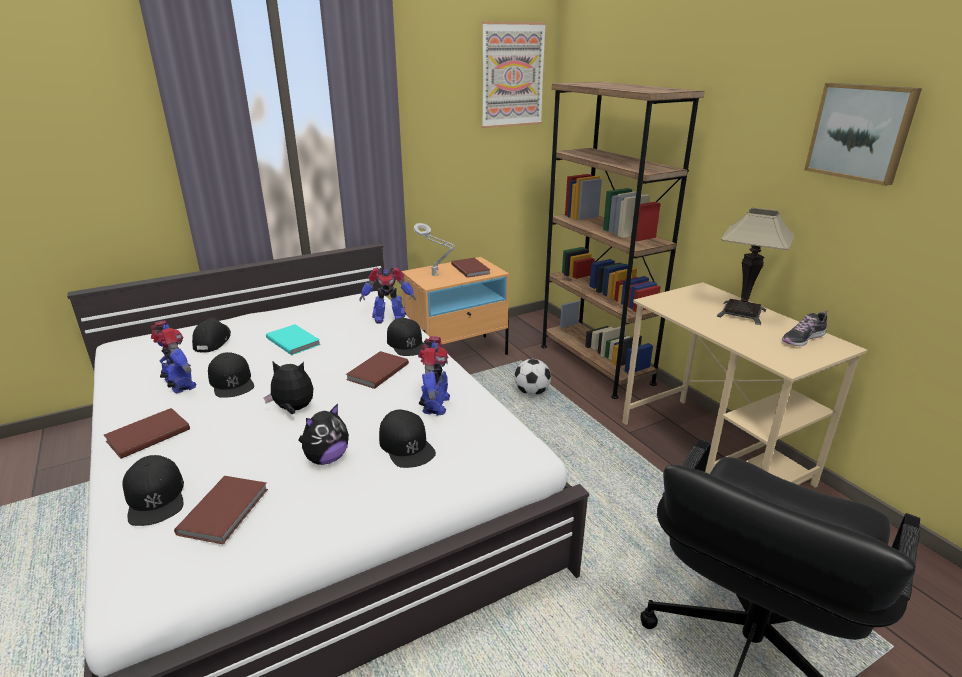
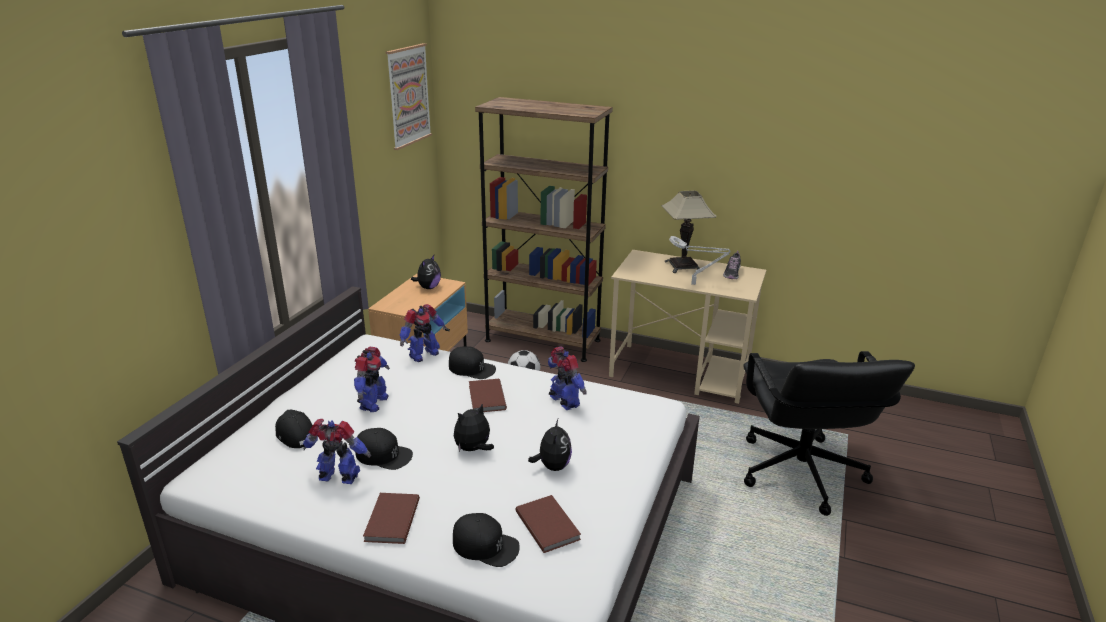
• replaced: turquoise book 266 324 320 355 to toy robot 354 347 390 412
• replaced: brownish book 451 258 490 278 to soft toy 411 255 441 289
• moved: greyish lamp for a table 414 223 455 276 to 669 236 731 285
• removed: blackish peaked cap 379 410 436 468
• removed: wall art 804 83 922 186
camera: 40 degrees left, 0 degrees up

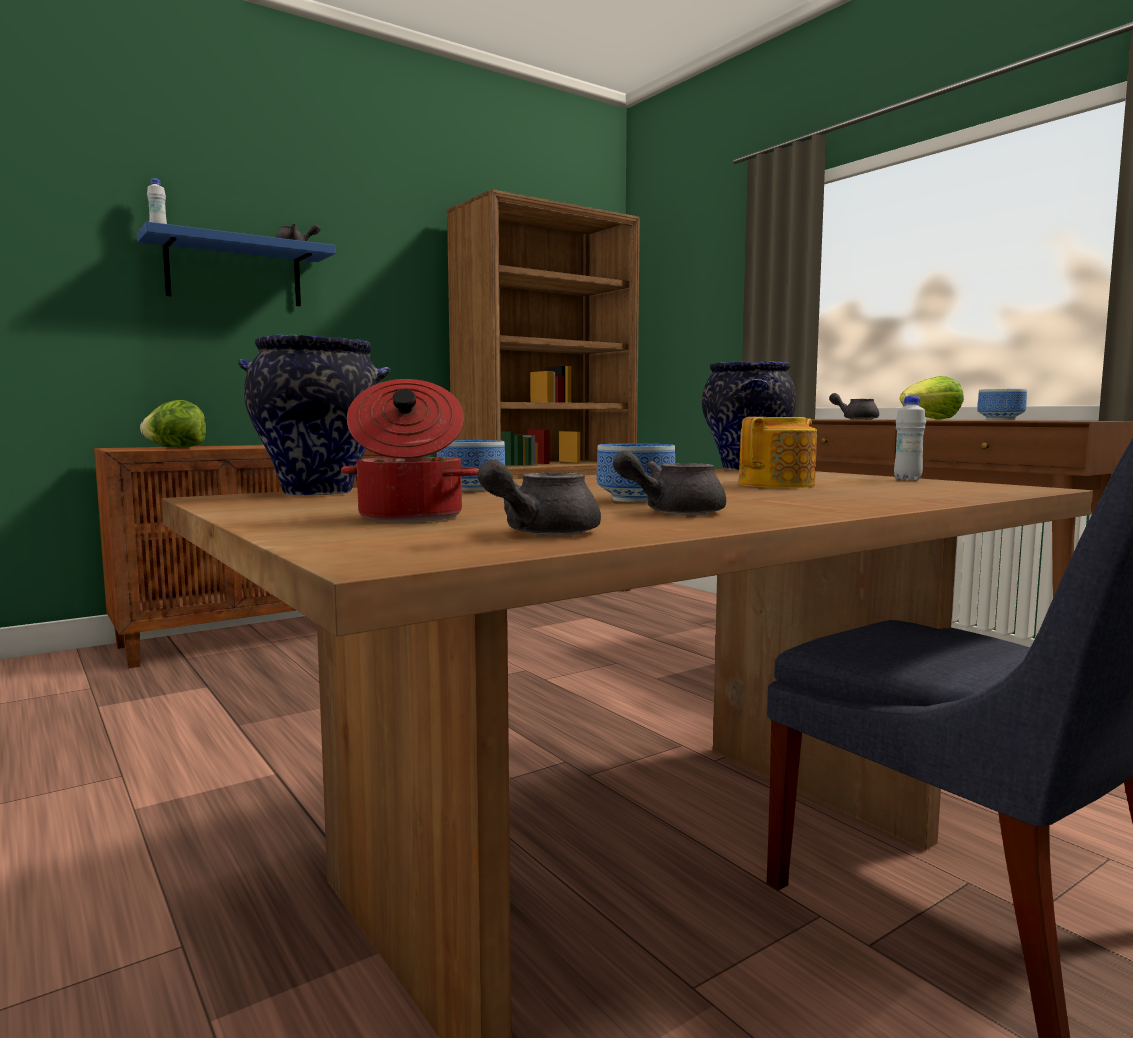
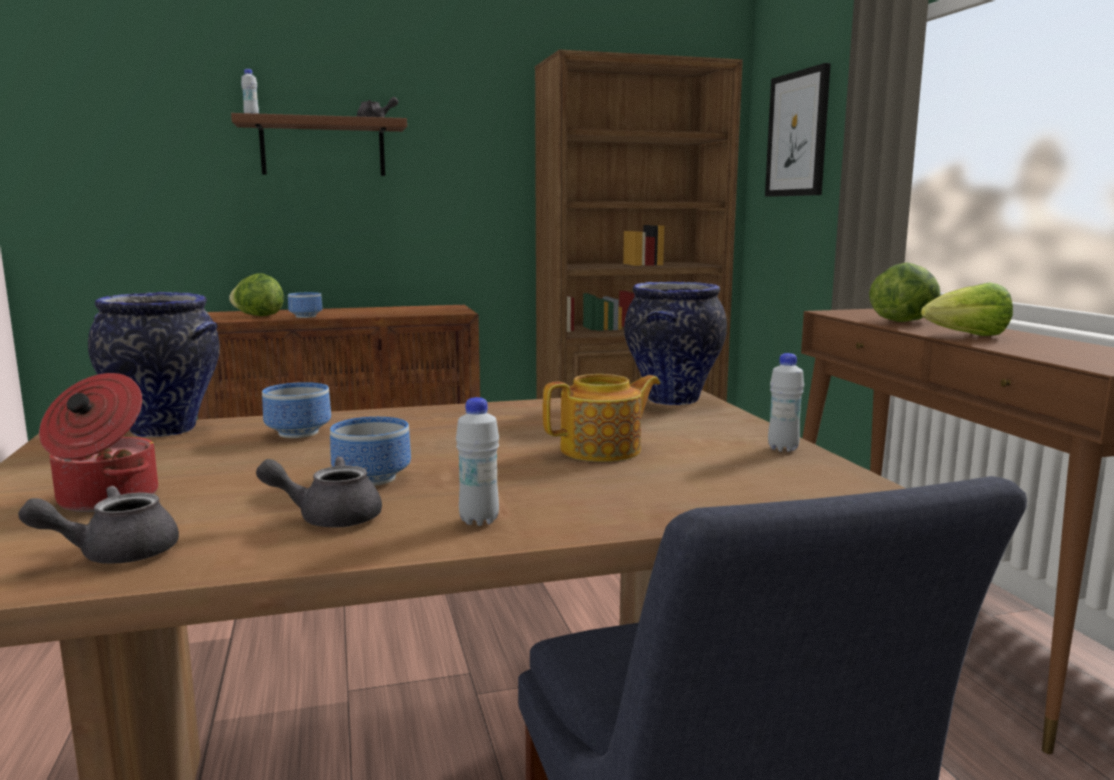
• recoloured: blue wall shelf 137 222 336 306 to brownish wall shelf 231 113 407 176
• moved: deep dish 977 389 1027 420 to 288 292 322 318
• added: whitish beverage bottle 456 397 499 526
• added: wall art 765 63 831 197
• replaced: greyish teapot 829 393 879 420 to lettuce 869 262 941 322
camera: 20 degrees right, 5 degrees up

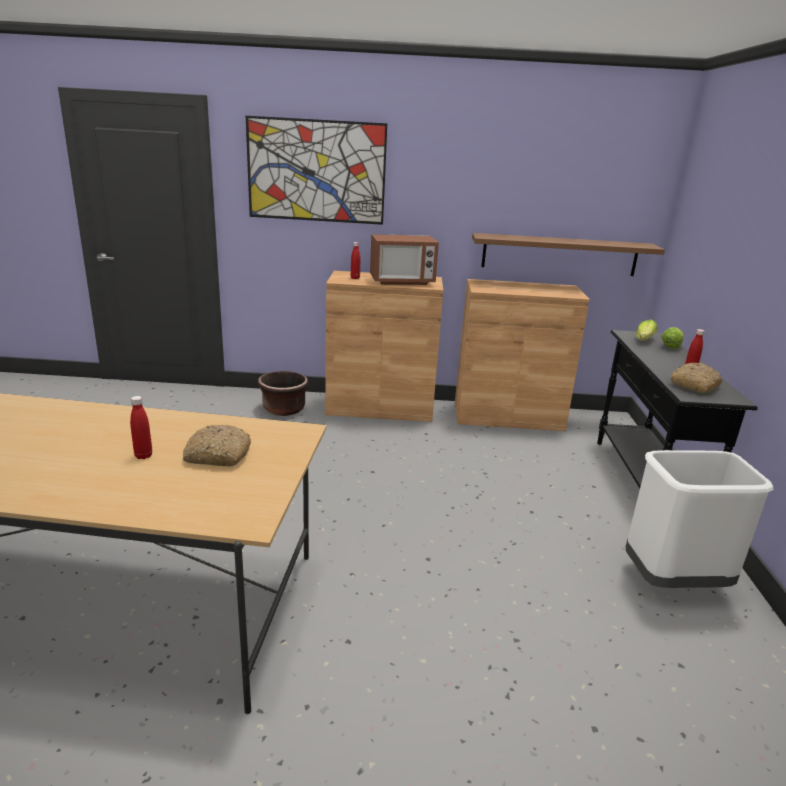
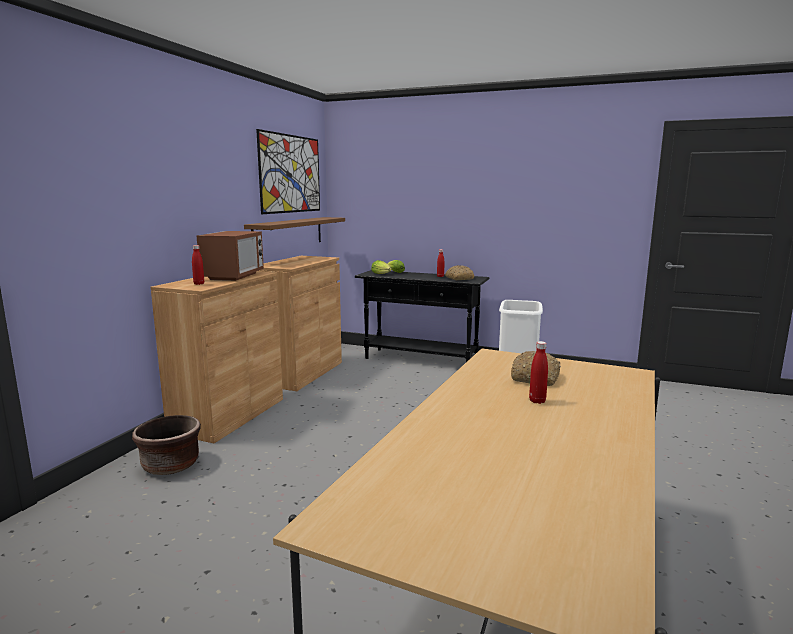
• moved: wall art 246 116 387 225 to 256 129 320 214
camera: 70 degrees left, 10 degrees down

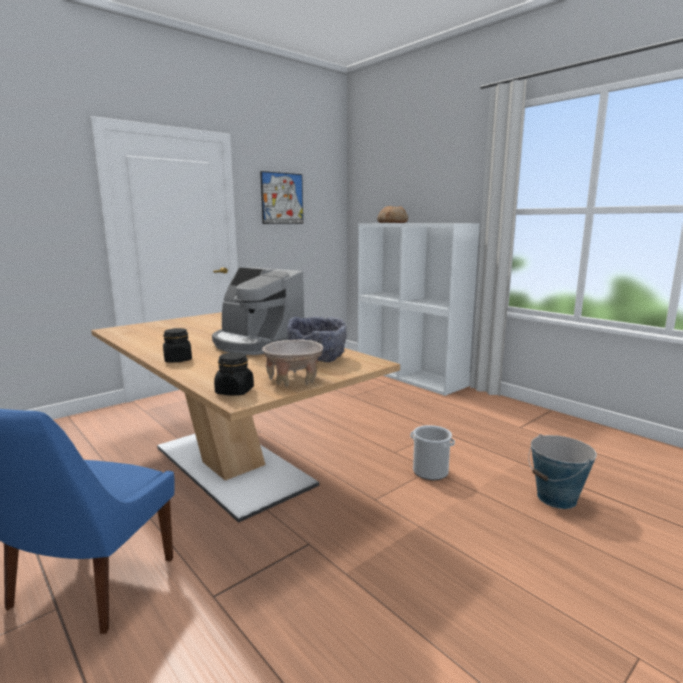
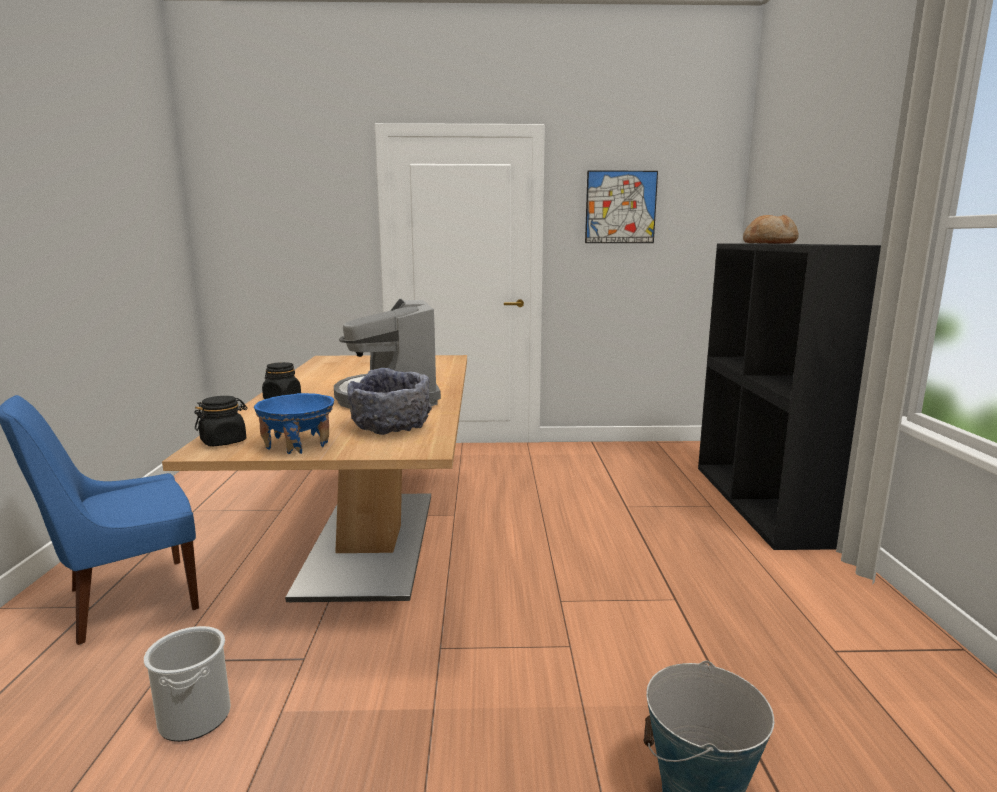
• moved: pail 410 425 455 480 to 144 626 231 742
• recoloured: beige-coloured deep dish 262 339 323 387 to blue deep dish 254 393 334 454
• recoloured: whitish bookshelf 358 223 480 396 to blackish bookshelf 698 244 881 550
camera: 40 degrees right, 0 degrees up

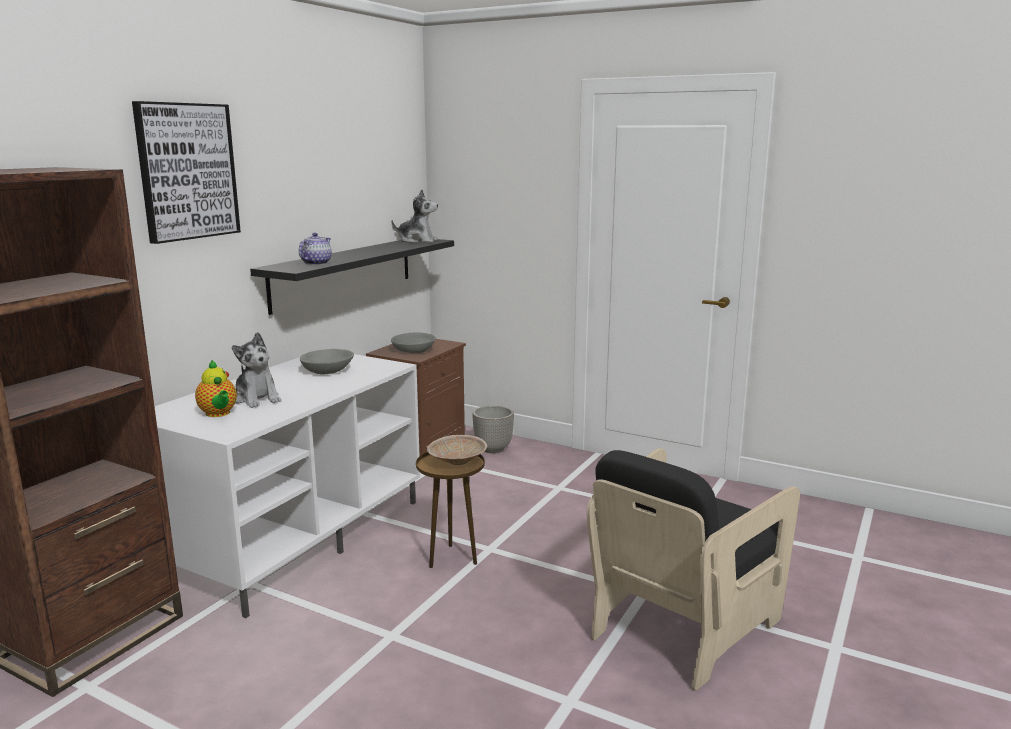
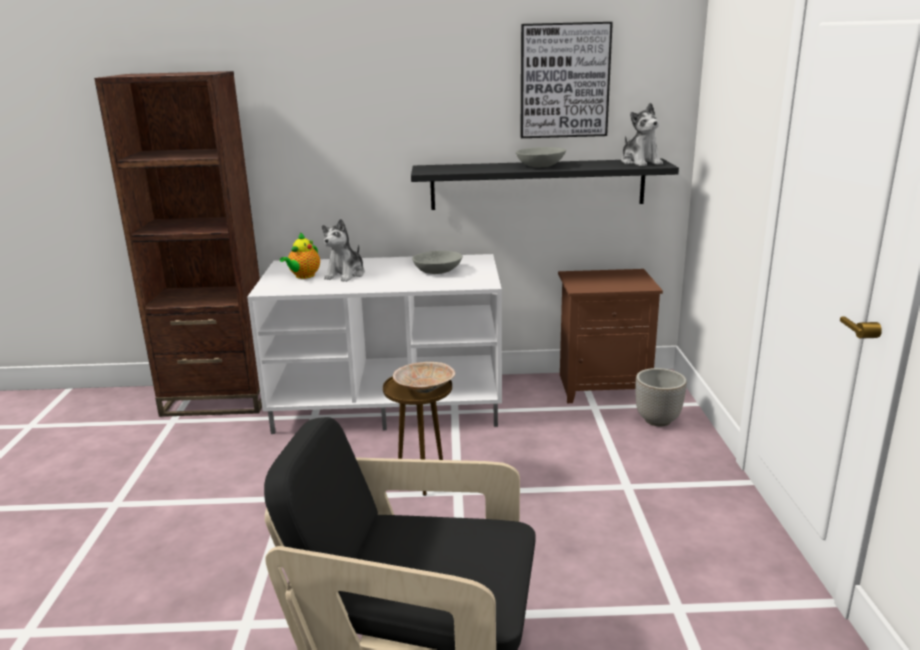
• moved: greyish deep dish 391 333 436 353 to 516 147 566 168
• moved: wall art 132 101 241 244 to 520 22 613 138
• removed: teapot 299 233 332 265
camera: 60 degrees right, 5 degrees up

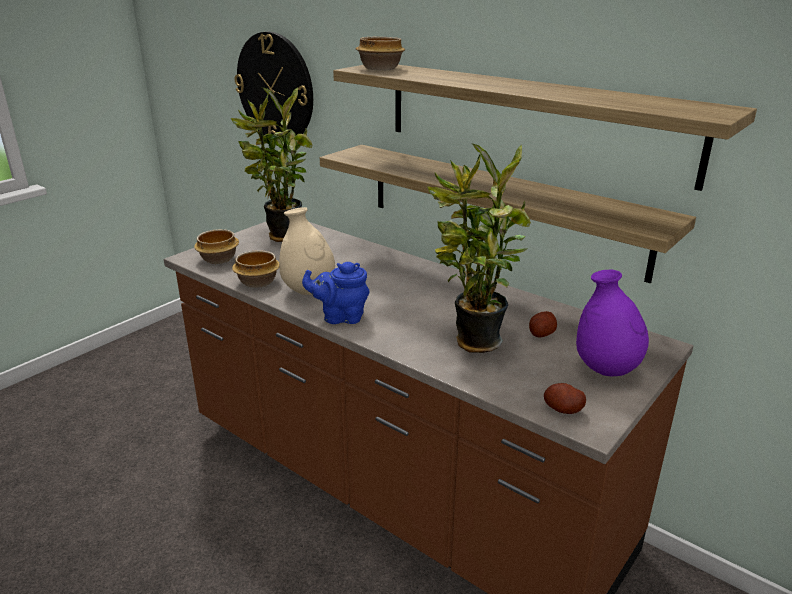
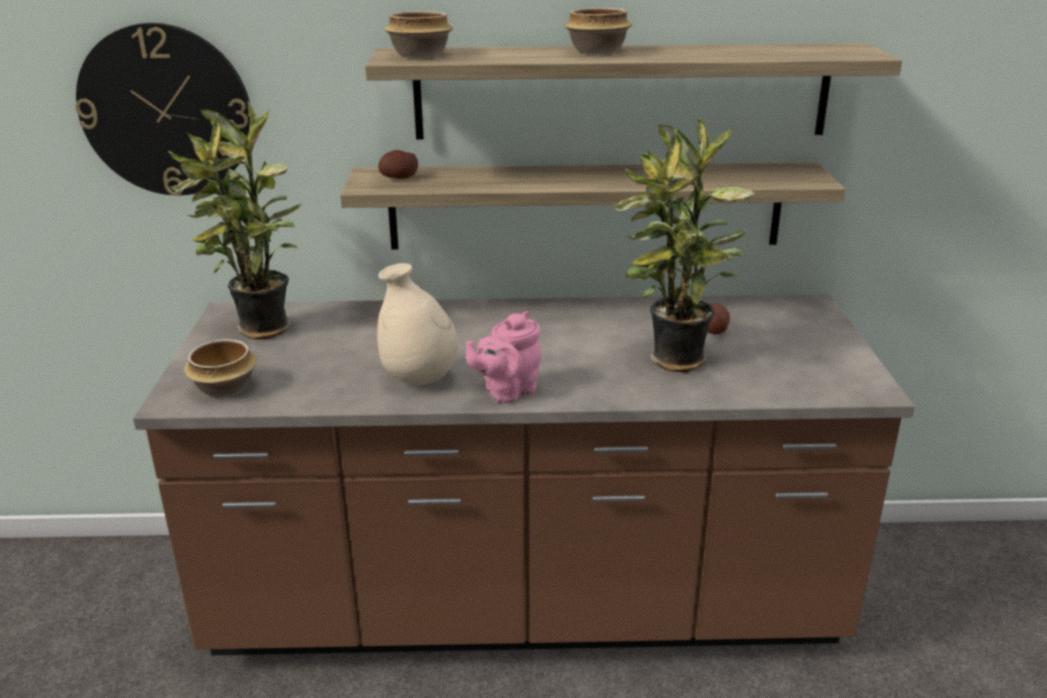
• moved: whole potato 544 383 586 414 to 378 150 418 179
• recoloured: blue teapot 302 262 369 324 to pink teapot 466 311 541 403
• moved: deep dish 232 250 279 288 to 564 8 632 54
• removed: purple-coloured decorative vase 576 269 649 376
camera: 40 degrees left, 0 degrees up

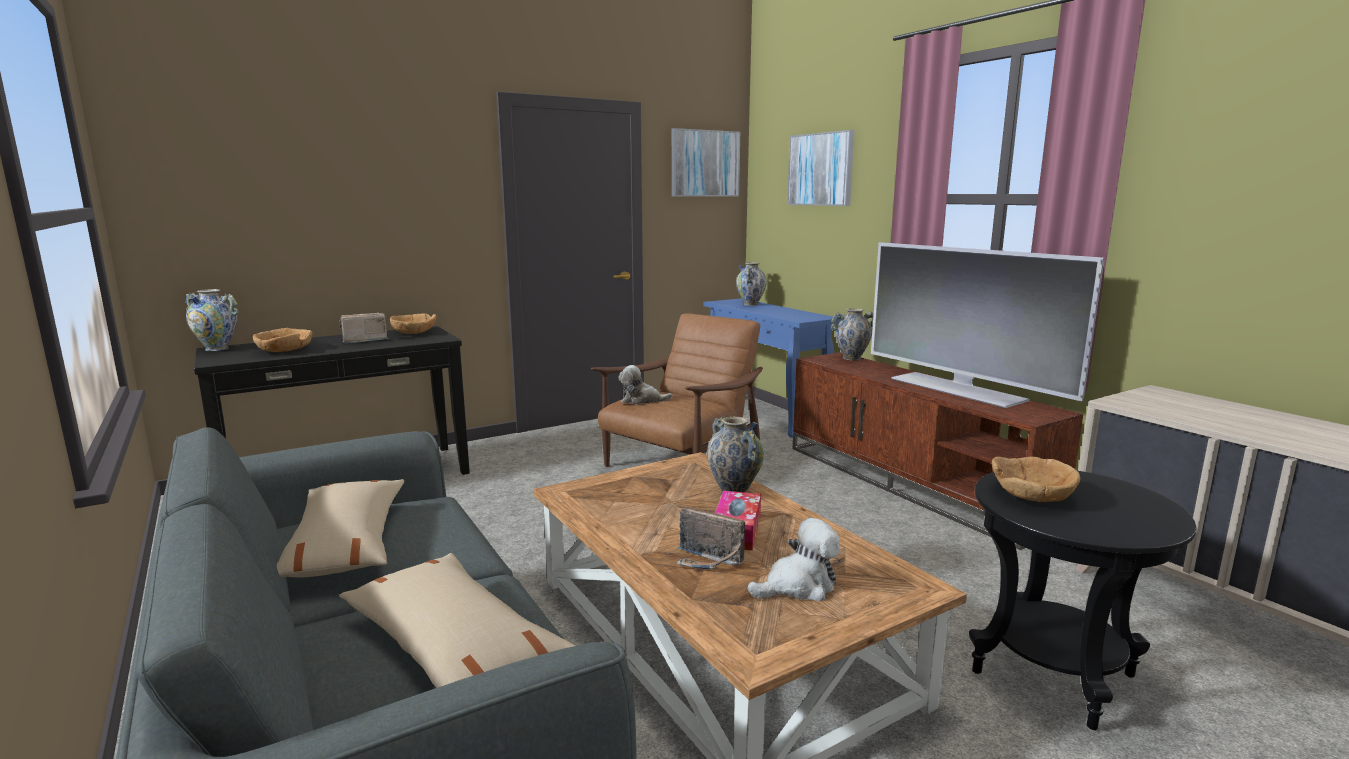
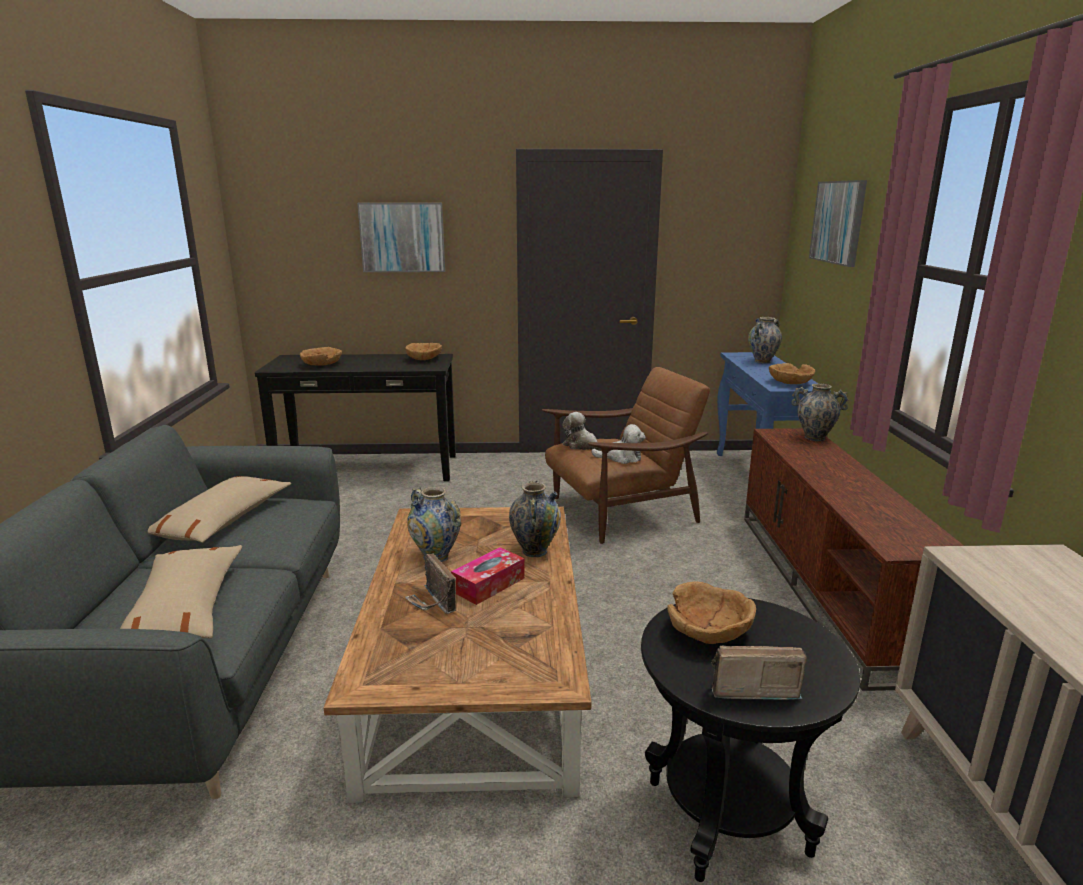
• moved: wall art 672 128 740 197 to 357 203 445 272
• moved: decorative vase 185 289 239 351 to 407 487 461 562
• moved: soft toy 748 518 840 601 to 591 424 646 464
• moved: radio set 339 313 389 343 to 712 646 807 700
• added: brownish deep dish 769 363 815 384
• removed: TV 871 242 1104 408
camera: 30 degrees right, 5 degrees up

